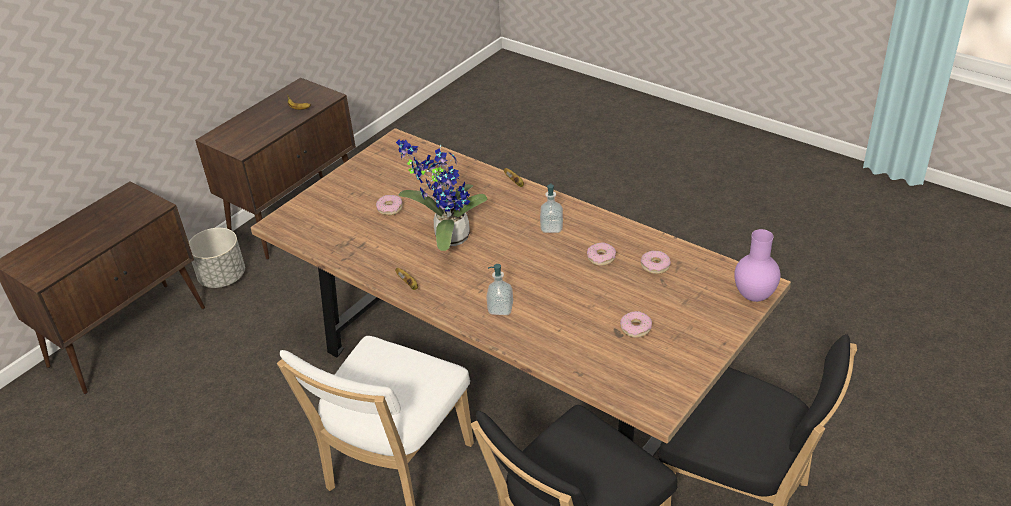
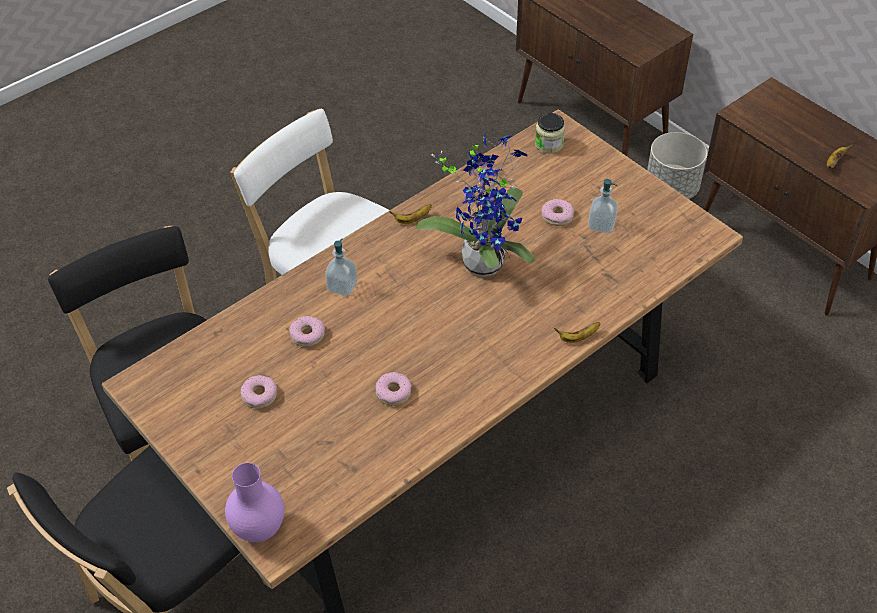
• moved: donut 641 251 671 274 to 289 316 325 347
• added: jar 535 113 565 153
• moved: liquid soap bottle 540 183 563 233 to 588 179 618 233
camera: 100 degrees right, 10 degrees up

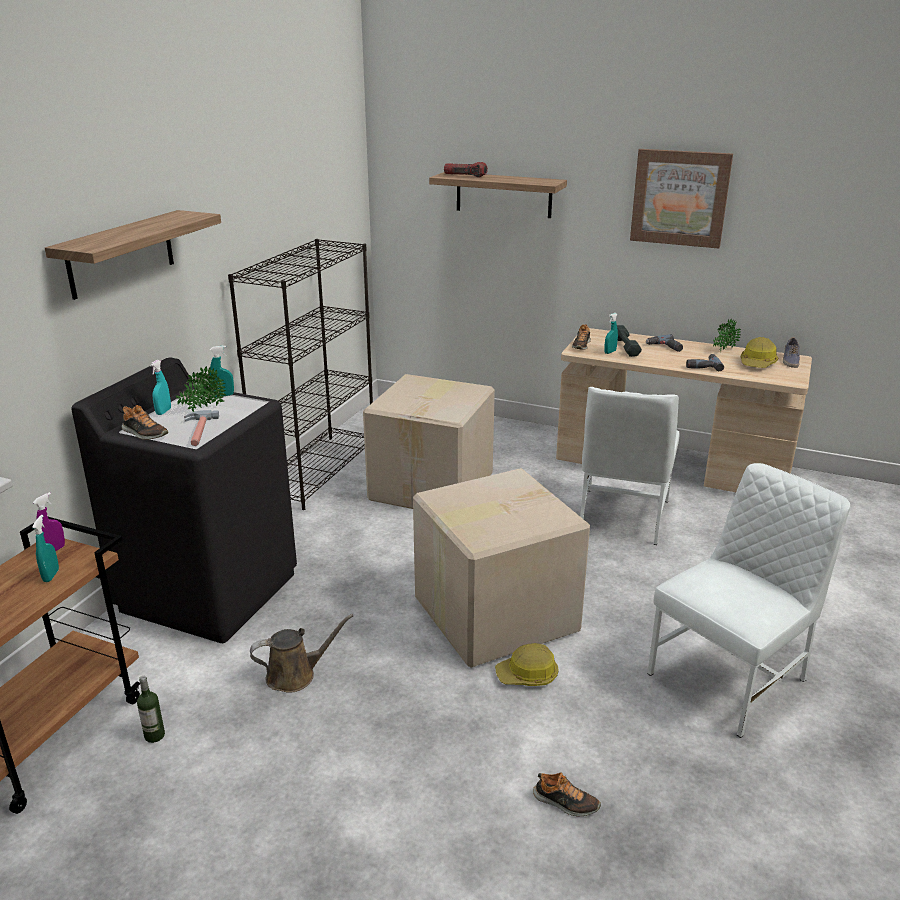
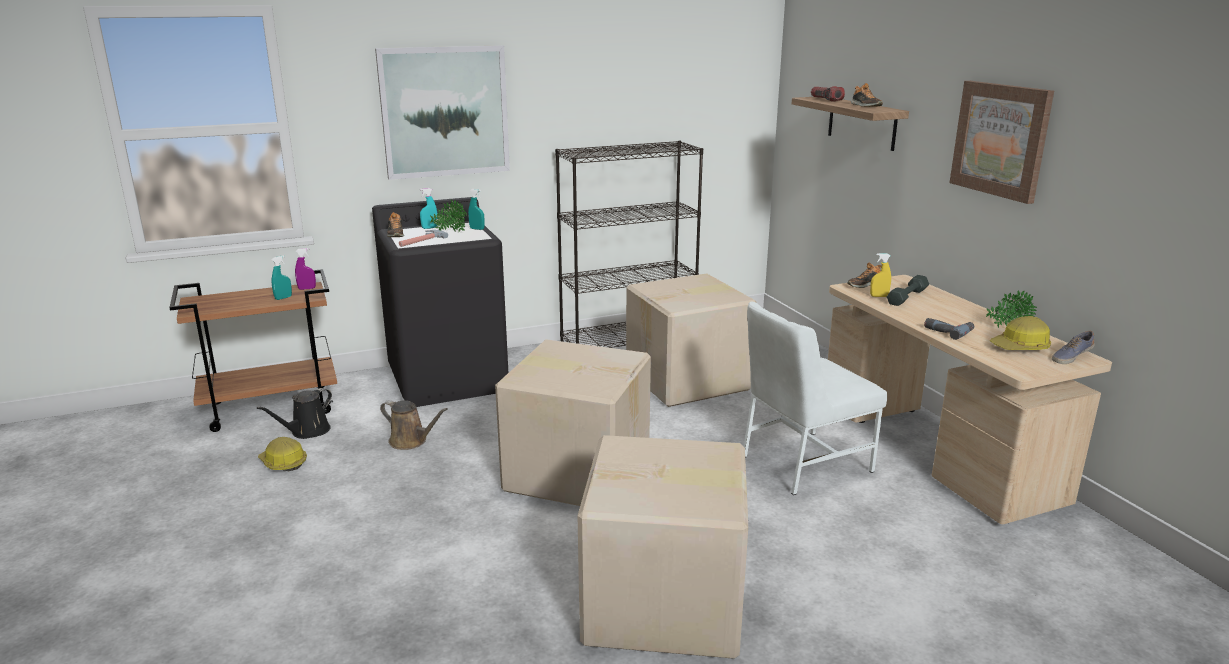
• replaced: beverage bottle 137 676 165 743 to blackish watering pot 257 388 332 439
• moved: hard hat 495 643 559 686 to 258 437 307 471
• replaced: wall shelf 45 210 221 300 to wall art 375 45 510 180
• replaced: whitish plain chair 647 463 851 738 to cardboard box 577 435 748 659
• moved: item of footwear 533 772 601 816 to 851 83 883 107
• recoloured: turquoise sprayer 604 313 618 354 to yellow-coloured sprayer 870 253 891 297
• removed: electric drill 646 334 683 352
camera: 45 degrees right, 5 degrees down

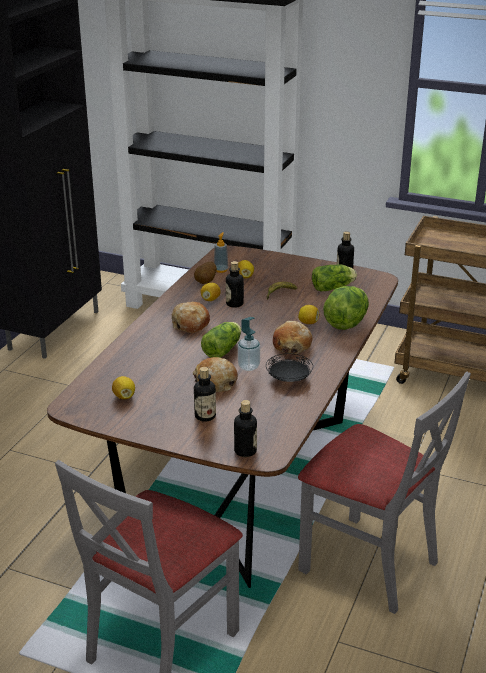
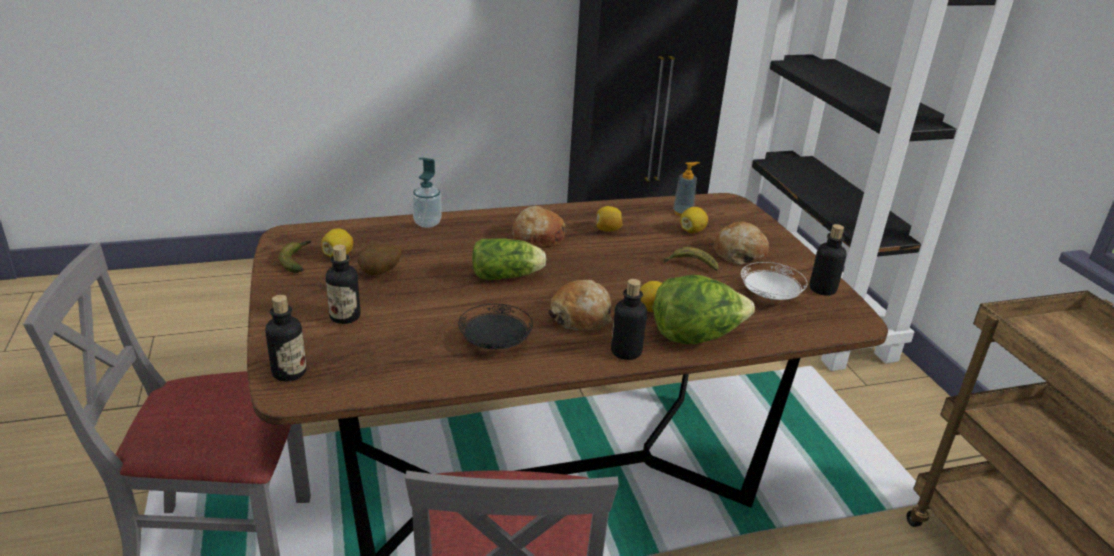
• added: whole banana 279 241 311 273
• moved: whole potato 194 261 217 284 to 357 244 401 275
• moved: liquid soap bottle 238 317 260 371 to 412 158 442 228
• moved: beverage bottle 226 261 244 308 to 611 279 647 360
• moved: bread 193 357 238 392 to 714 221 769 265
• replaced: lettuce 312 265 357 291 to whitish plate 741 262 807 300
camera: 50 degrees right, 0 degrees up

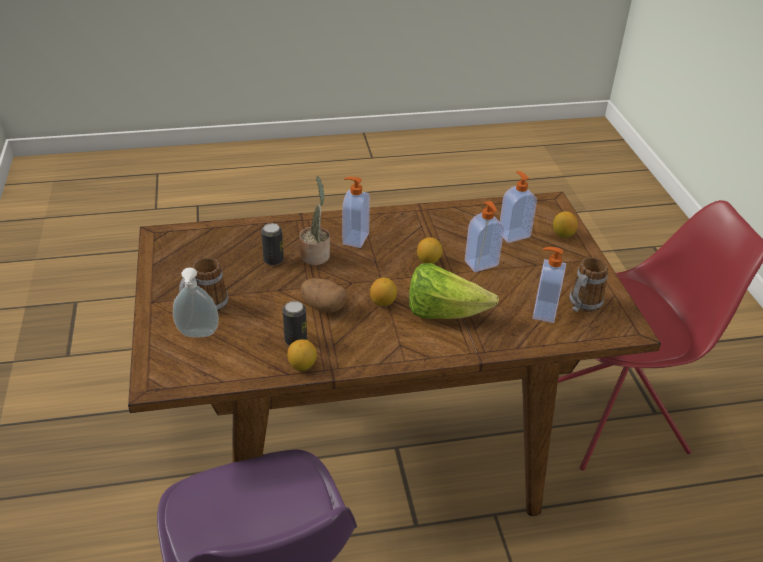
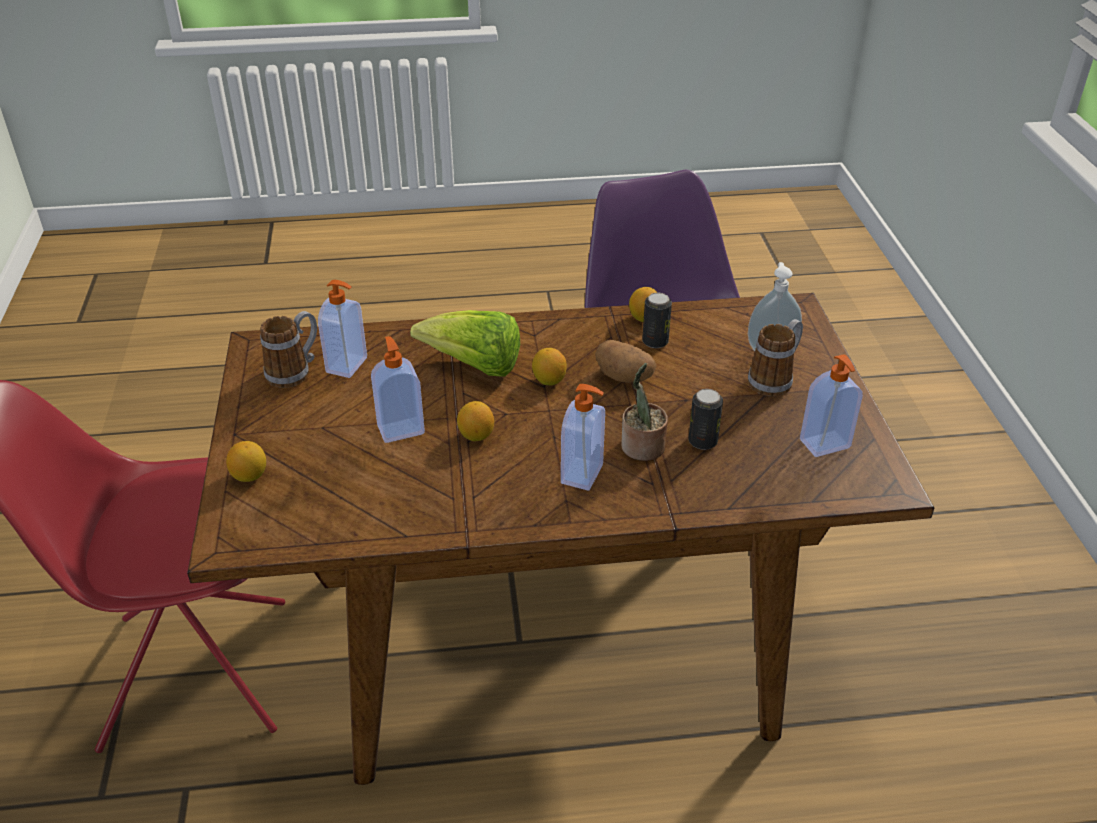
• moved: liquid soap bottle 500 171 537 243 to 800 354 863 457
camera: 175 degrees left, 0 degrees up

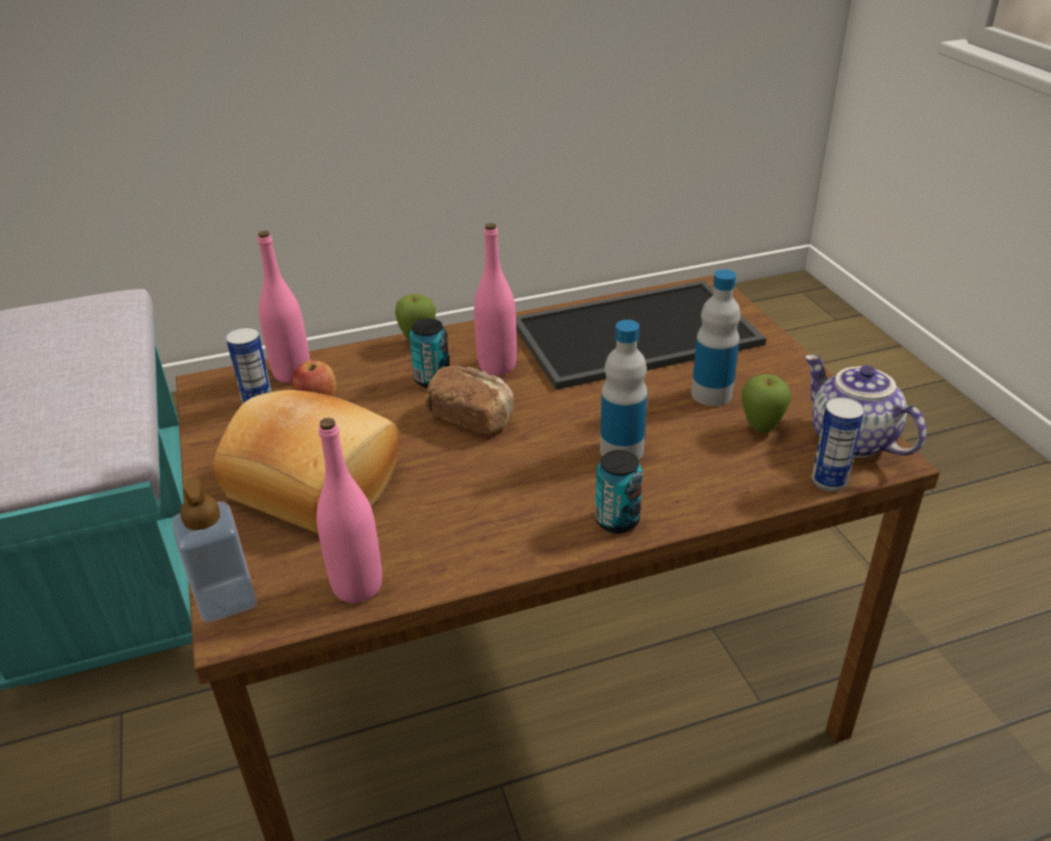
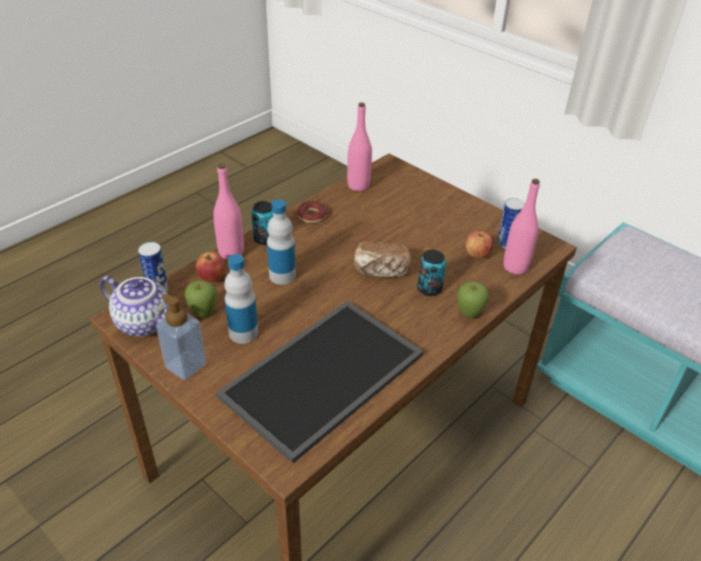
• moved: liquid soap bottle 172 478 257 623 to 156 294 206 380
• added: whole apple 196 252 225 283
• moved: pink beverage bottle 474 223 517 376 to 213 164 244 260
• added: donut 297 201 327 223
• removed: bread 213 390 399 533
camera: 150 degrees right, 5 degrees up

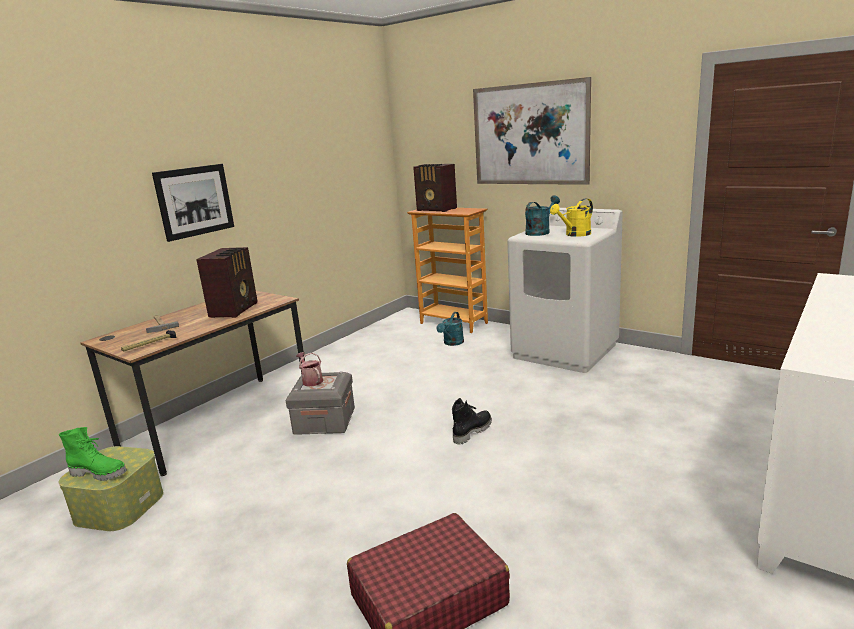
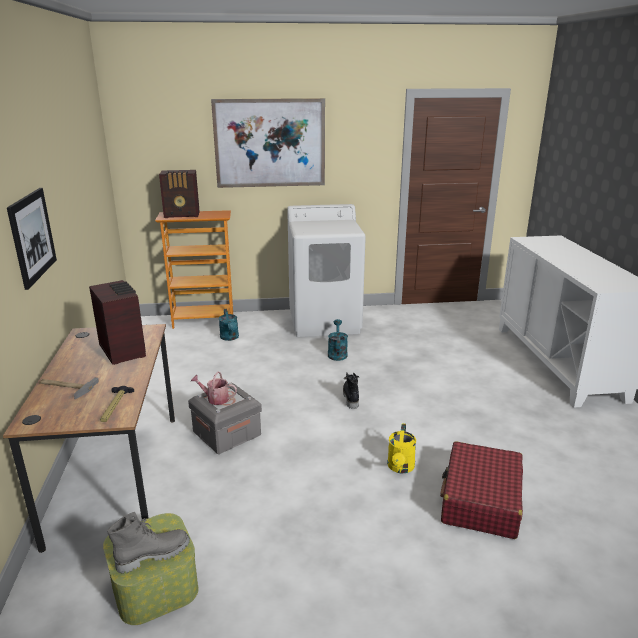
• recoloured: greenish tall boot 59 427 127 481 to greyish tall boot 107 512 190 574
• moved: turquoise watering pot 525 195 560 236 to 328 319 348 361
• moved: yellow-coloured watering pot 550 198 593 237 to 387 423 416 474
camera: 45 degrees left, 5 degrees up

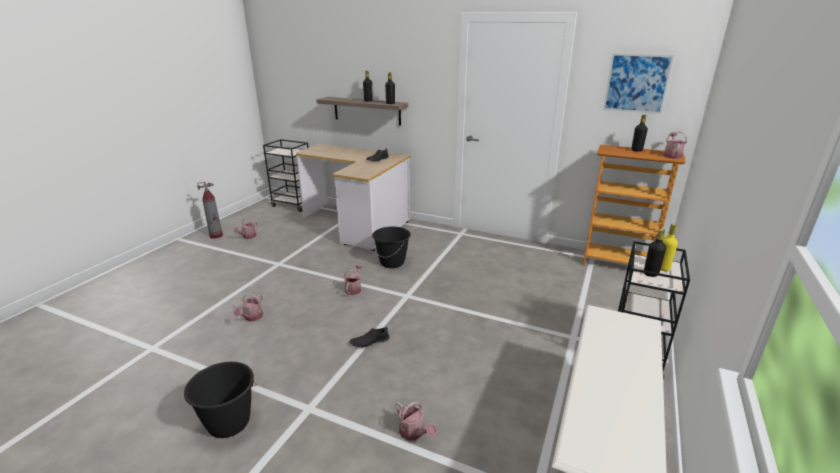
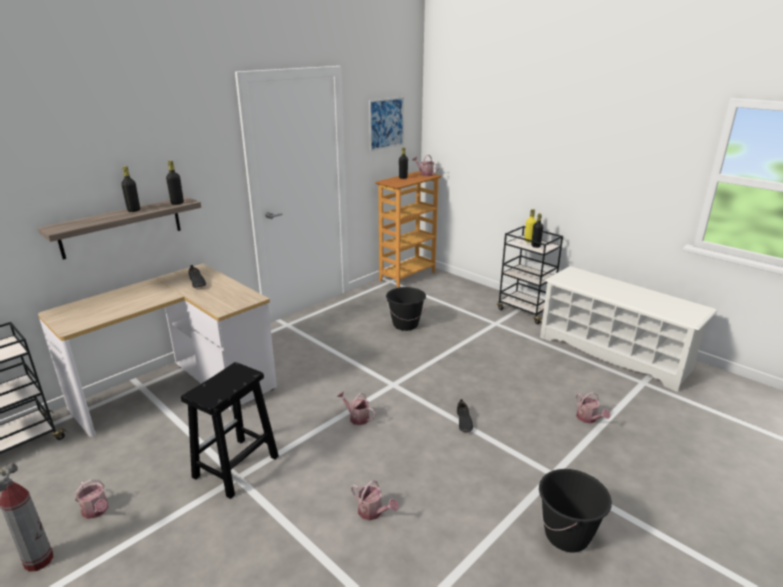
• added: blackish stool seat 181 362 279 499
• moved: blackish pail 372 226 411 268 to 386 287 427 331
• turned: watering pot 395 402 437 441 = 575 392 610 423 90 degrees clockwise
camera: 70 degrees left, 0 degrees up

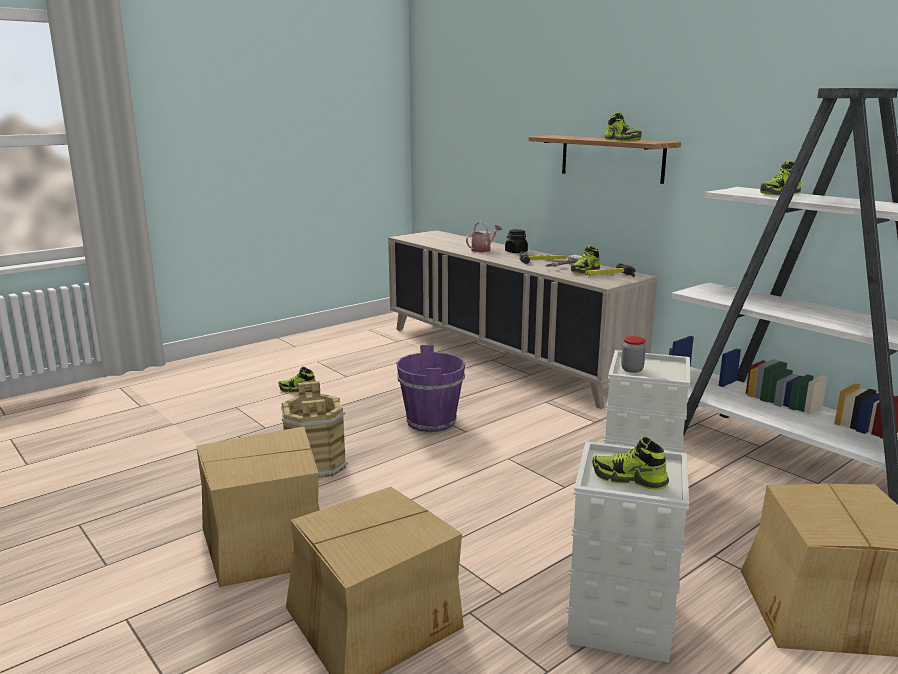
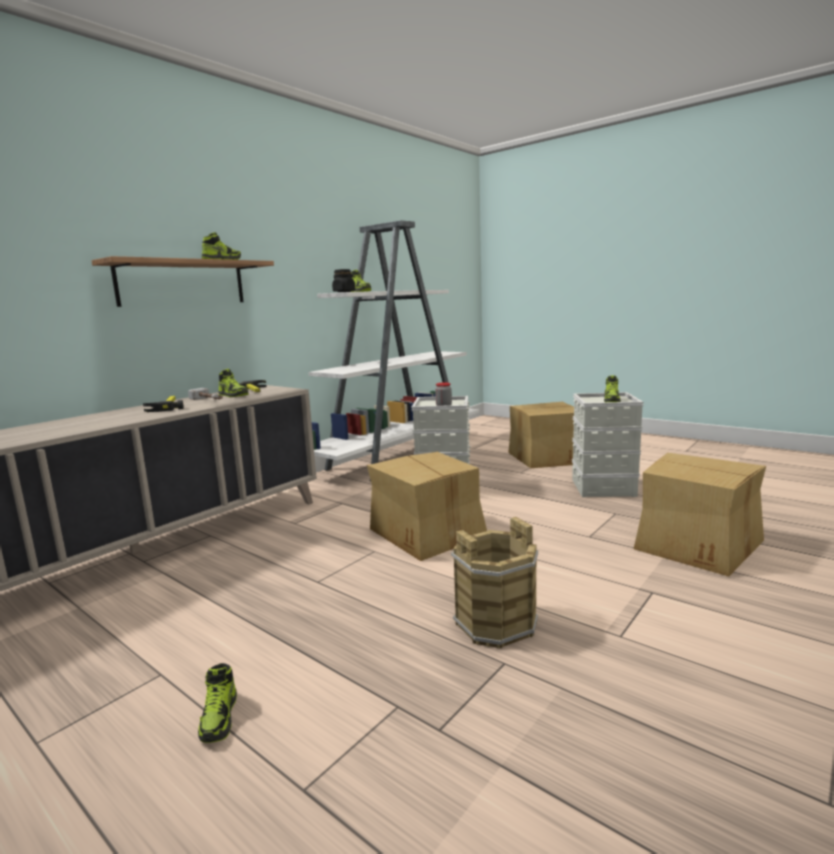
• moved: blackish jar 505 229 528 253 to 332 269 355 292
• moved: cardboard box 196 426 320 587 to 367 452 487 561
• removed: purple-coloured pail 396 345 466 432
• removed: watering pot 466 221 502 252
camera: 100 degrees left, 5 degrees down

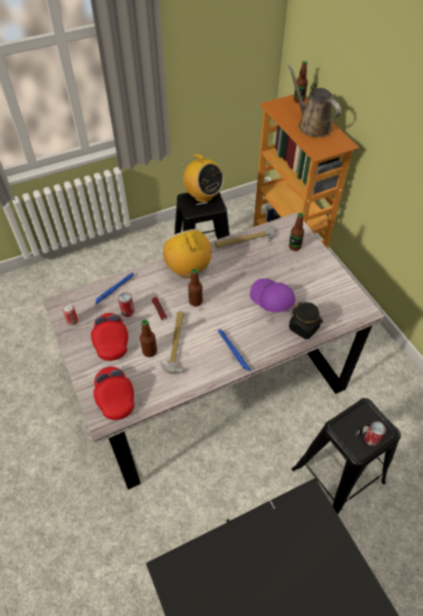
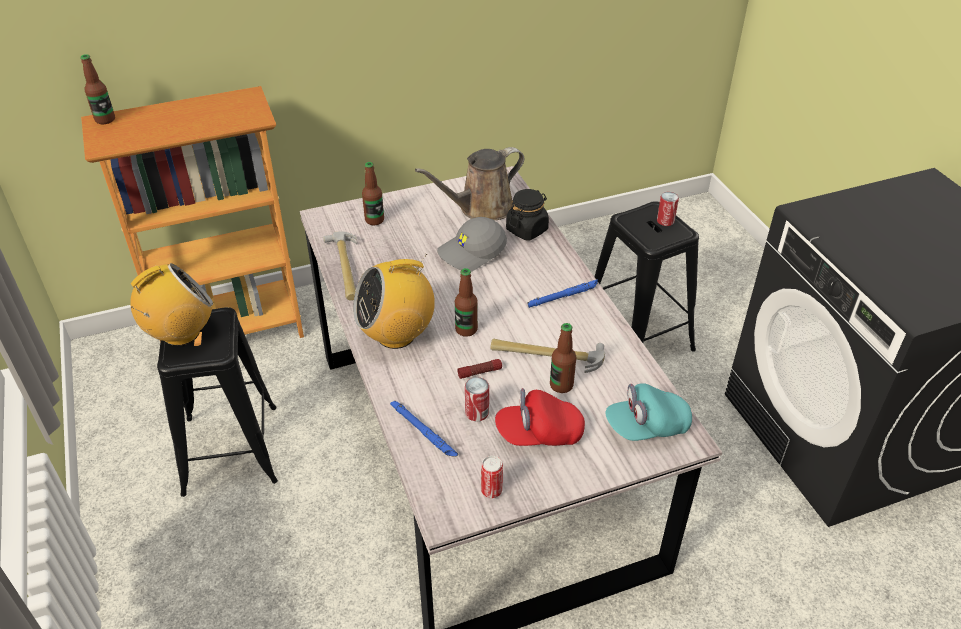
• moved: brownish watering pot 288 65 341 137 to 415 147 524 220
• recoloured: purple-coloured peaked cap 250 278 296 312 to greyish peaked cap 437 217 507 272
• recoloured: reddish peaked cap 93 367 135 420 to turquoise peaked cap 606 383 692 441
camera: 85 degrees left, 10 degrees down

